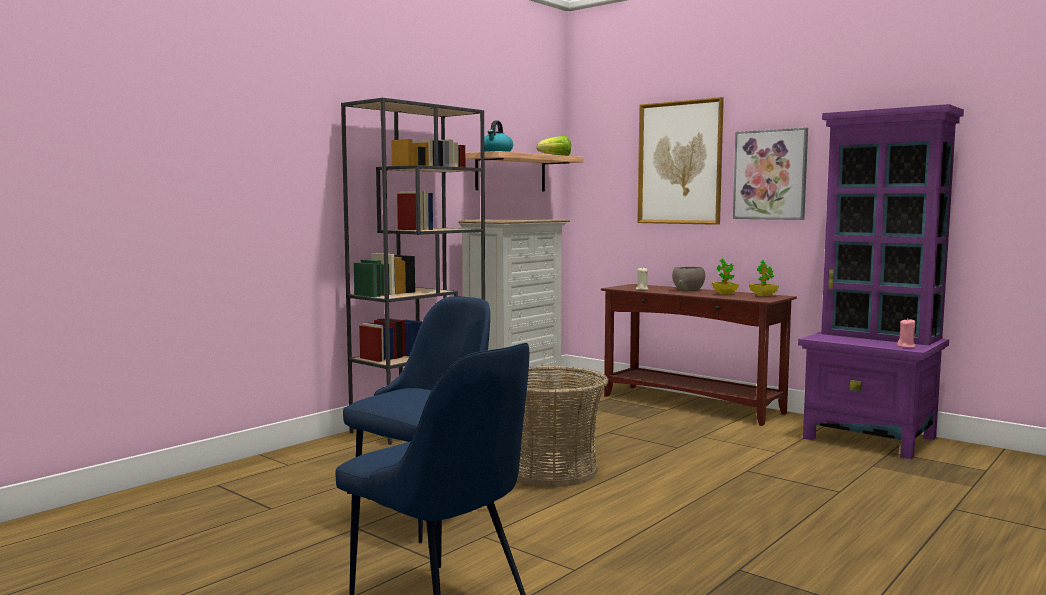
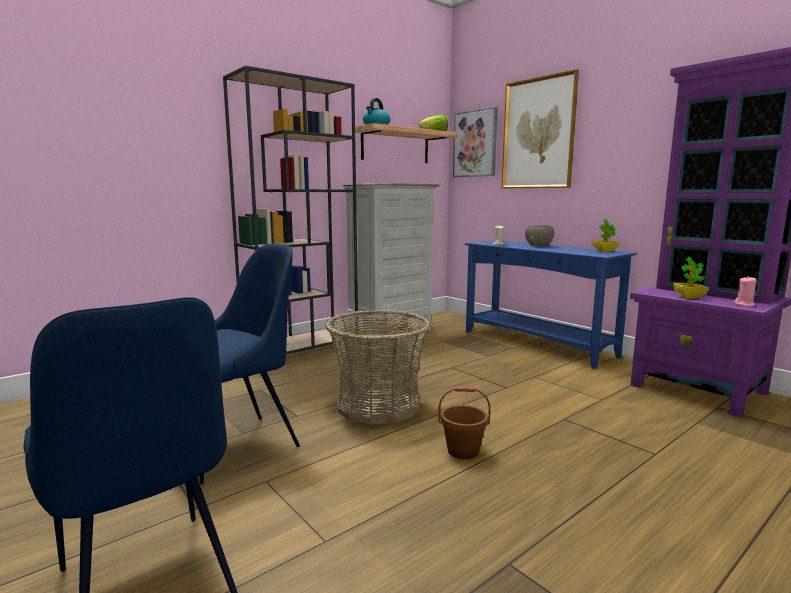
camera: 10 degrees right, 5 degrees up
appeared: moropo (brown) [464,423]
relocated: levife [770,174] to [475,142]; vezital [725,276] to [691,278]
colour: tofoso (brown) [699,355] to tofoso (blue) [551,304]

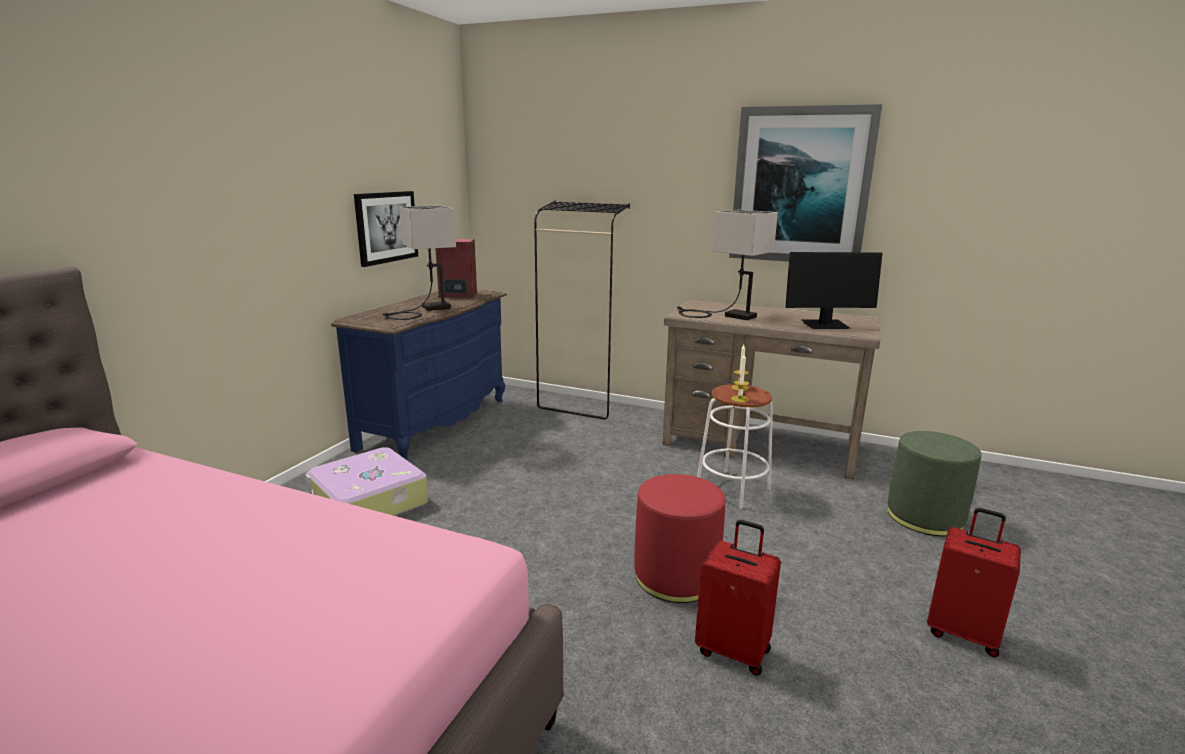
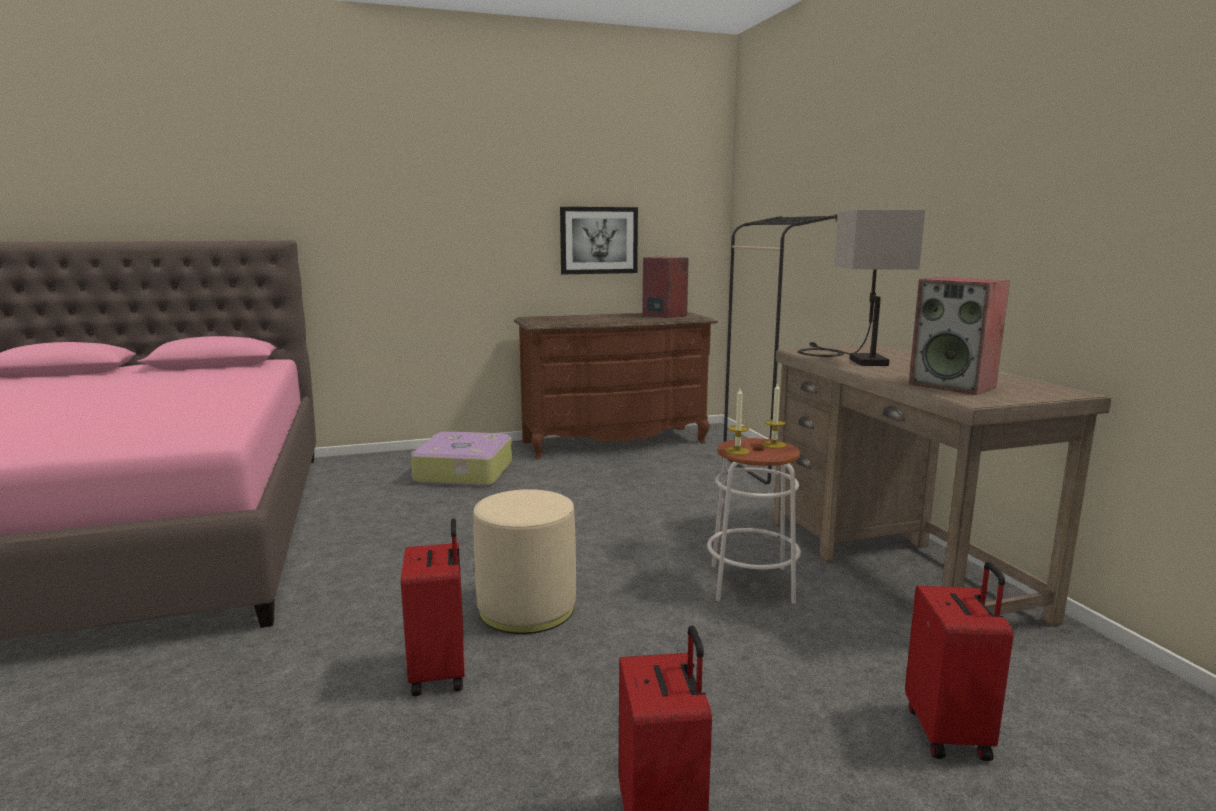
camera: 50 degrees right, 5 degrees down
missing: levife [805,183]; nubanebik [419,263]
exchanged: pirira [834,290] to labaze [959,336]; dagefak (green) [934,483] to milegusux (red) [959,661]
colour: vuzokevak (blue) [419,375] to vuzokevak (brown) [616,385]; dagefak (red) [679,538] to dagefak (beige) [524,561]

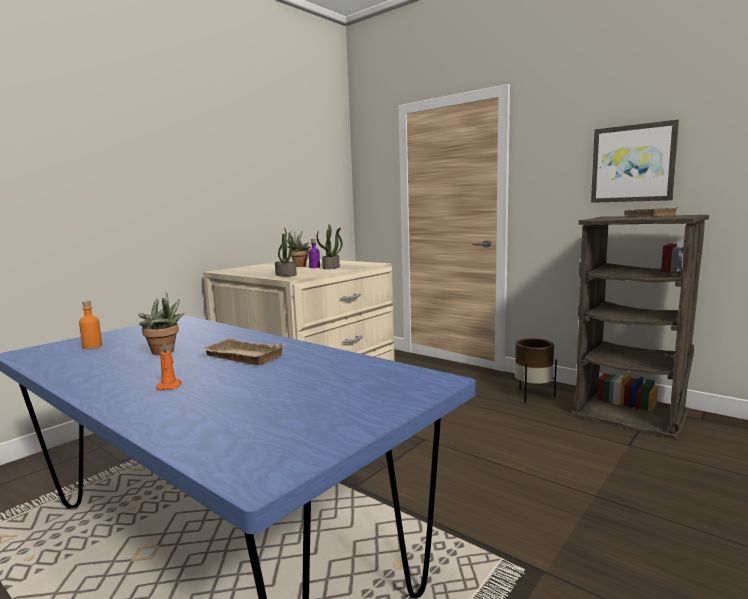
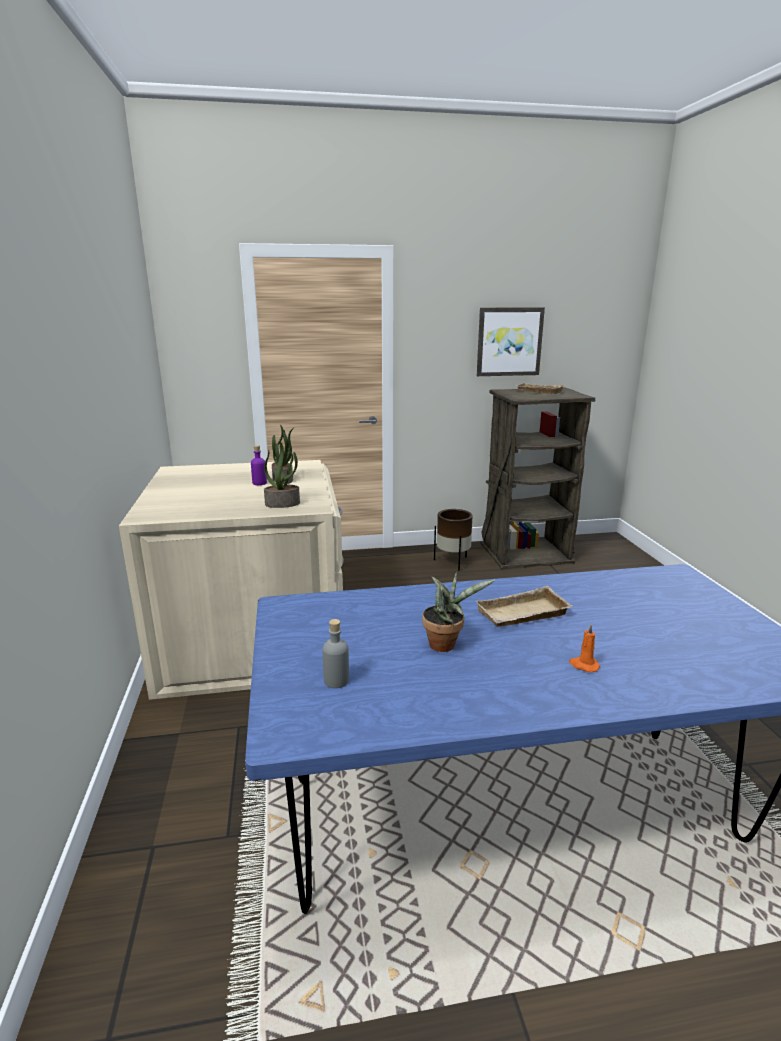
camera: 50 degrees left, 10 degrees up
missing: vezital [298,249]
colour: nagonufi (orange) [90,325] to nagonufi (grey) [336,653]

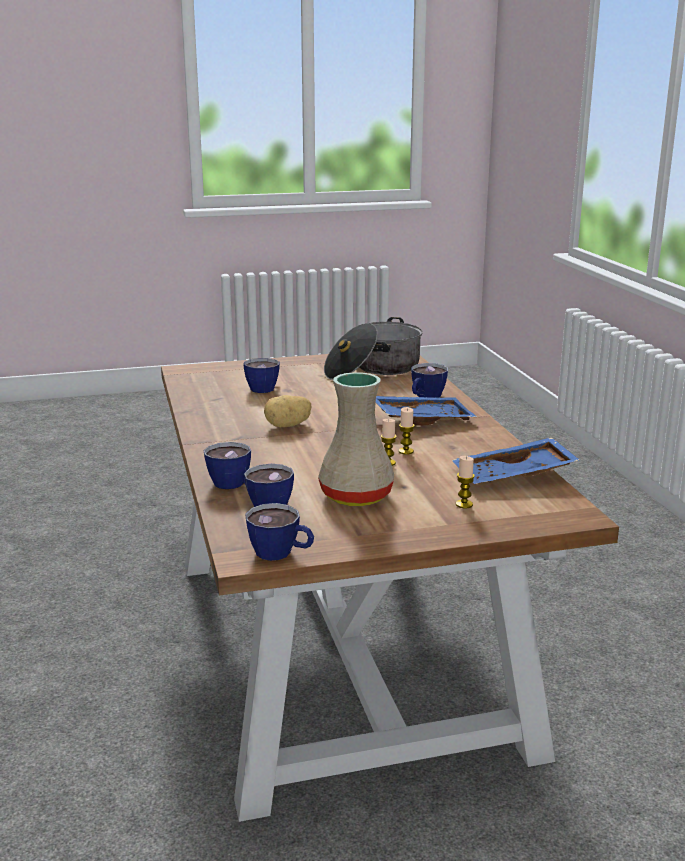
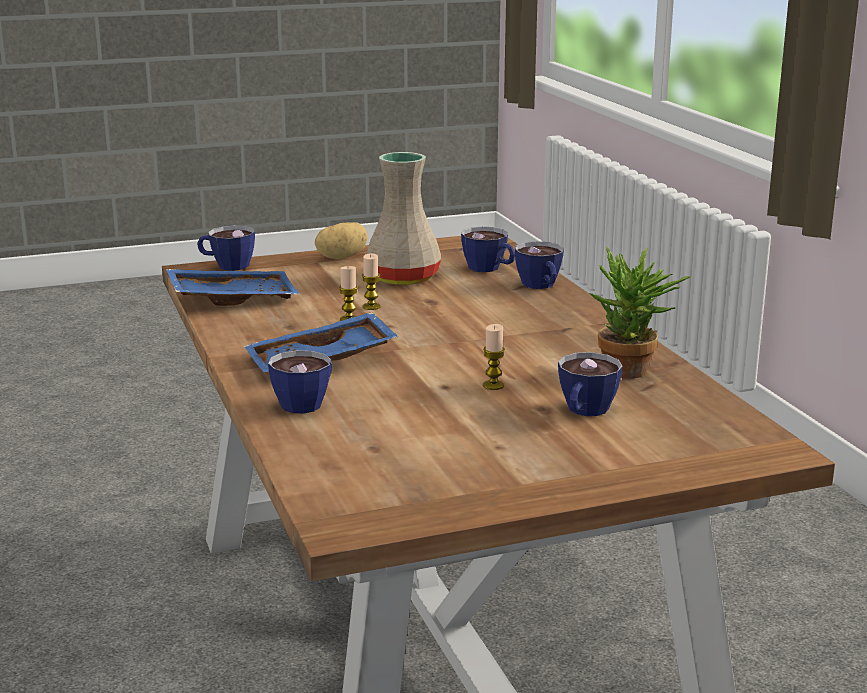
camera: 175 degrees right, 0 degrees up
missing: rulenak [373,348]
appeared: vezital [640,312]
relocated: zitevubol [288,411] to [341,240]; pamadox [465,482] to [494,357]; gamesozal [280,532] to [226,248]

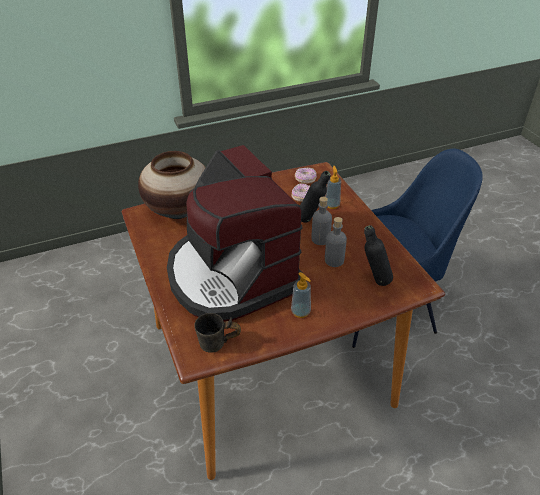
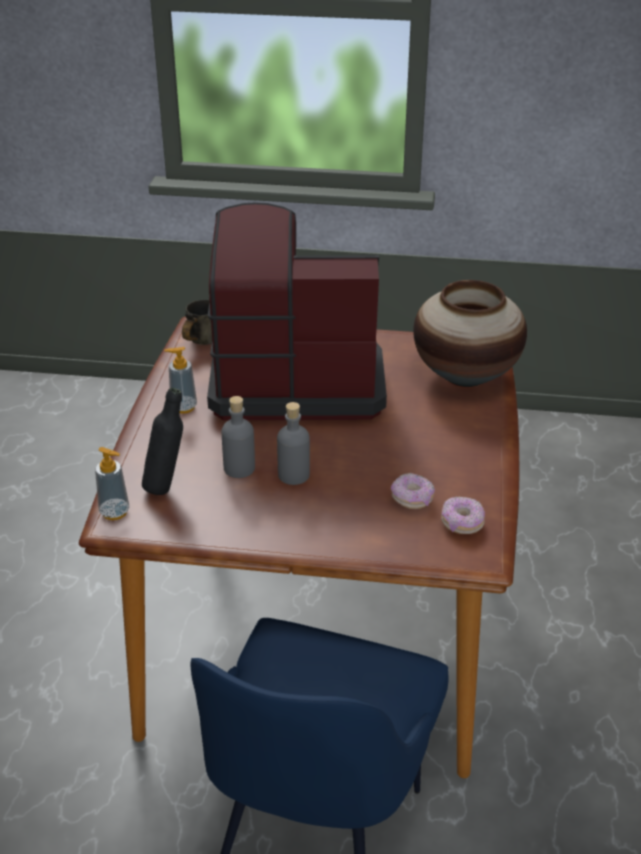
camera: 120 degrees right, 5 degrees down
missing: nagonufi (black) [315,197]
relocated: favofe [333,187] to [112,483]

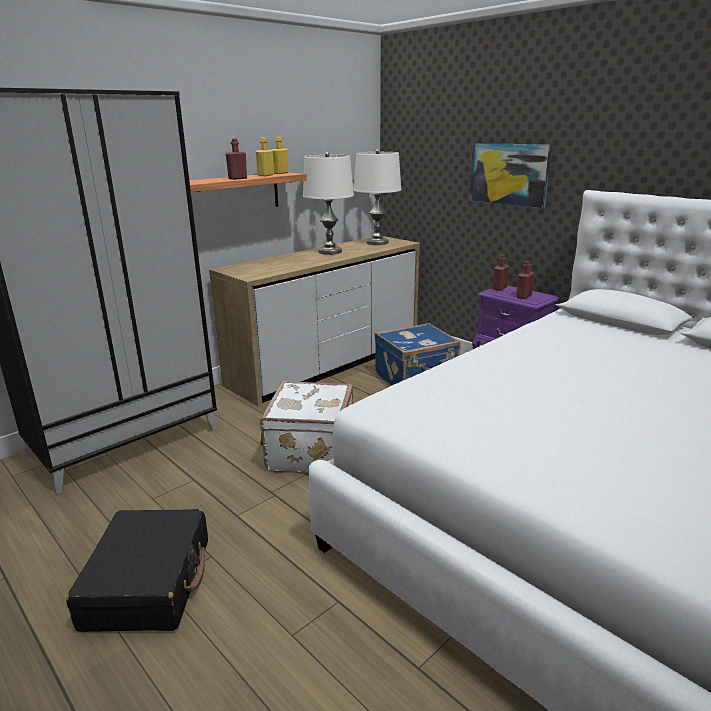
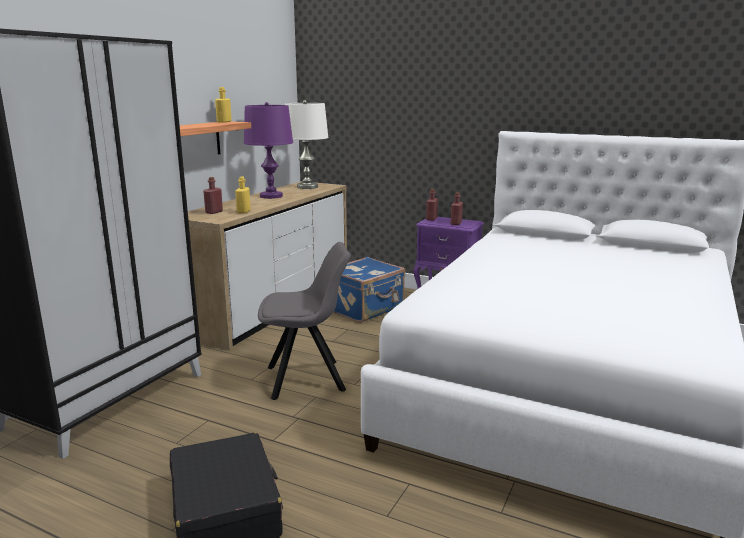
camera: 20 degrees left, 5 degrees down
missing: levife [510,175]
relocated: nagonufi (yellow) [265,156] to [243,195]; nagonufi (red) [236,159] to [213,195]
exchanged: milegusux (white) [306,427] to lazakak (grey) [304,321]
colour: nubanebik (white) [328,203] to nubanebik (purple) [268,150]

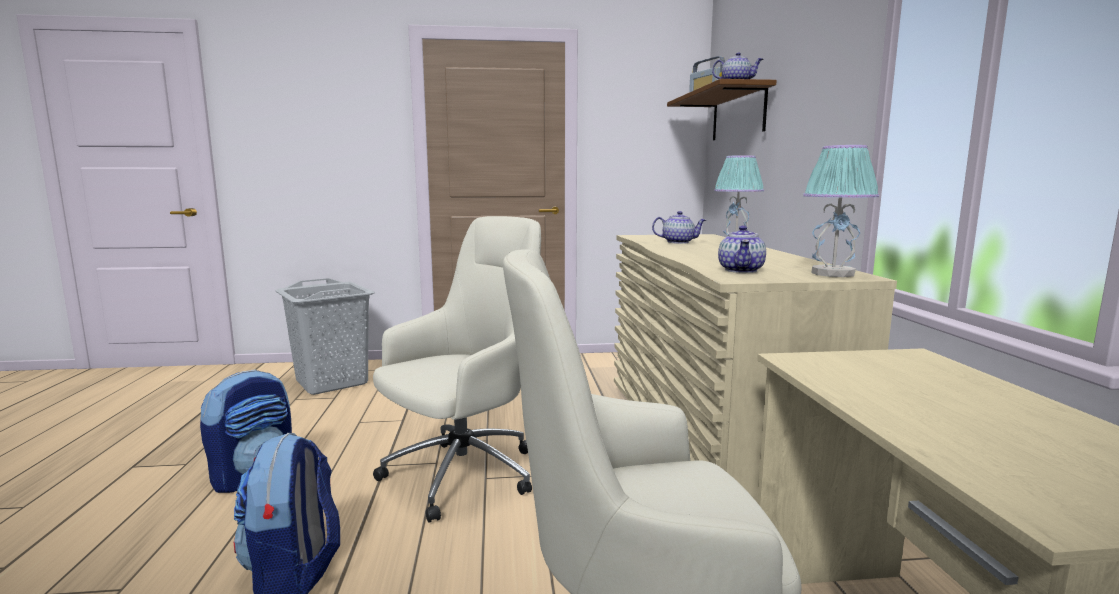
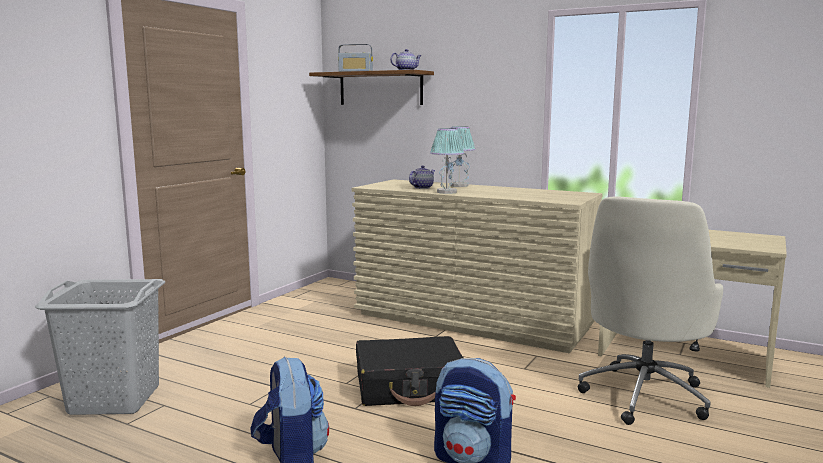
camera: 55 degrees left, 0 degrees up
missing: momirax [742,249]
relocated: nubanebik [841,211] to [447,161]
exchanged: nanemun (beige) [457,369] to milegusux (black) [409,371]

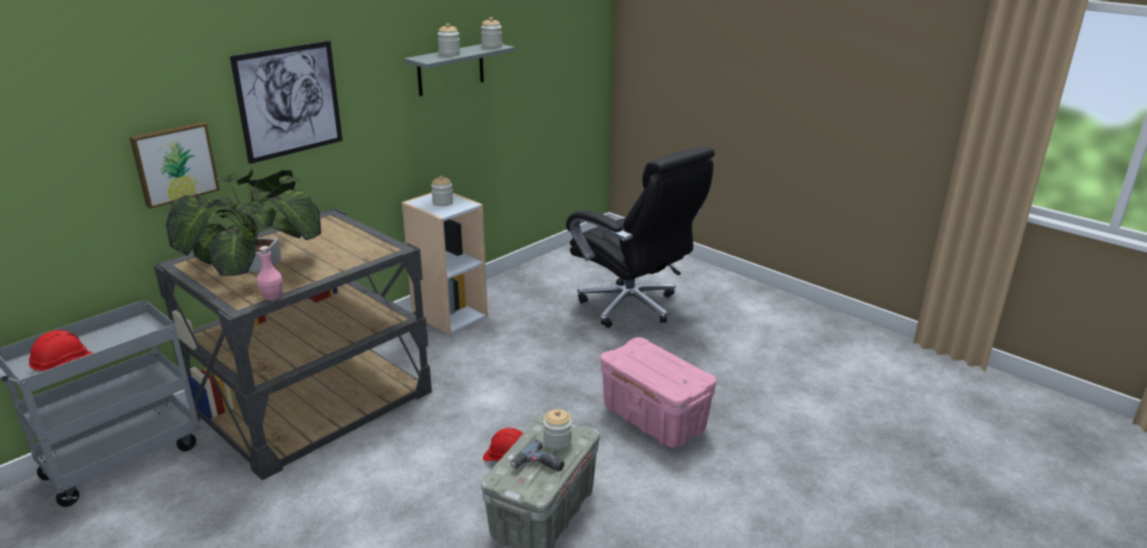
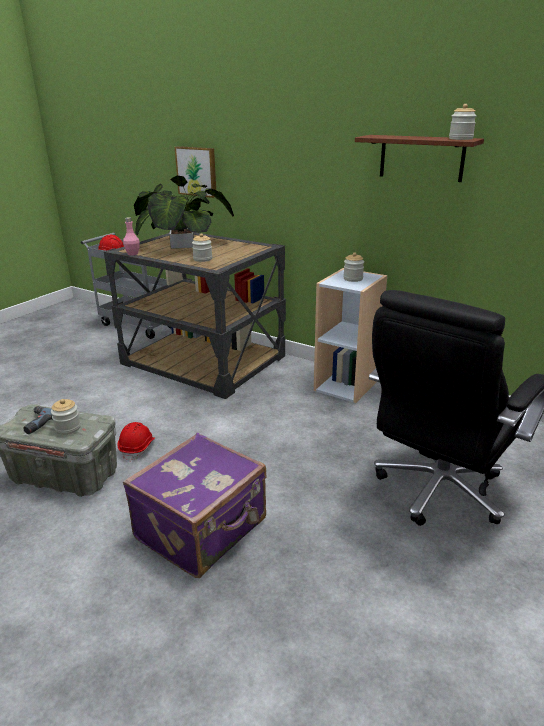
camera: 80 degrees right, 0 degrees up
missing: levife [286,102]
relocated: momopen [448,39] to [202,247]
exchanged: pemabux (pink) [658,392] to milegusux (purple) [195,505]
colour: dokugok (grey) [459,70] to dokugok (brown) [419,158]

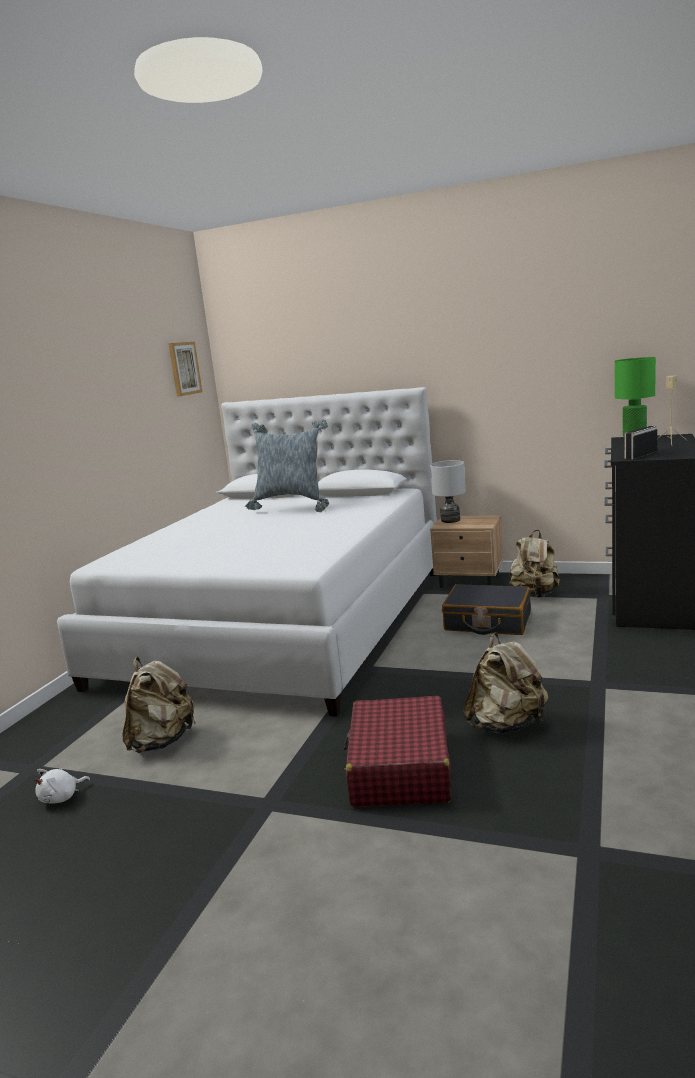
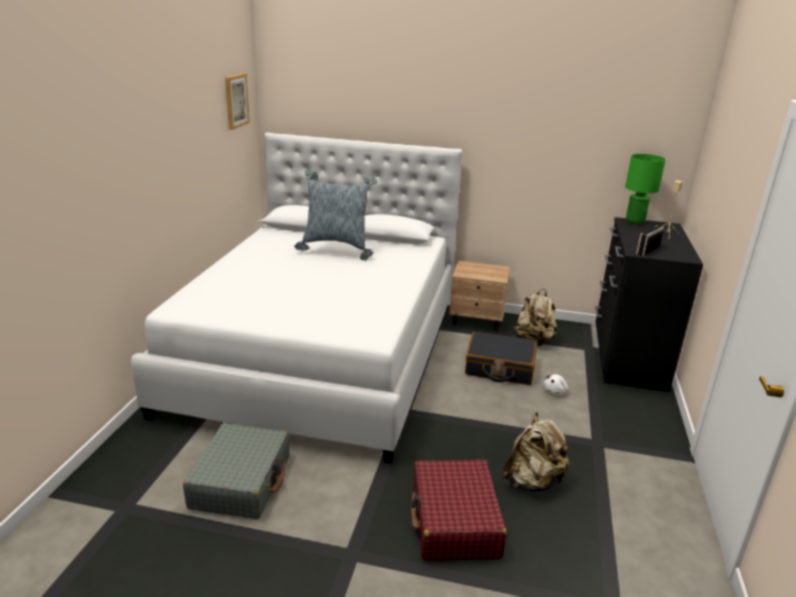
camera: 10 degrees left, 10 degrees up
missing: nubanebik (grey) [448,491]
relocated: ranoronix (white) [62,786] to [555,384]
exchanged: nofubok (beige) [159,705] to milegusux (grey) [236,471]

